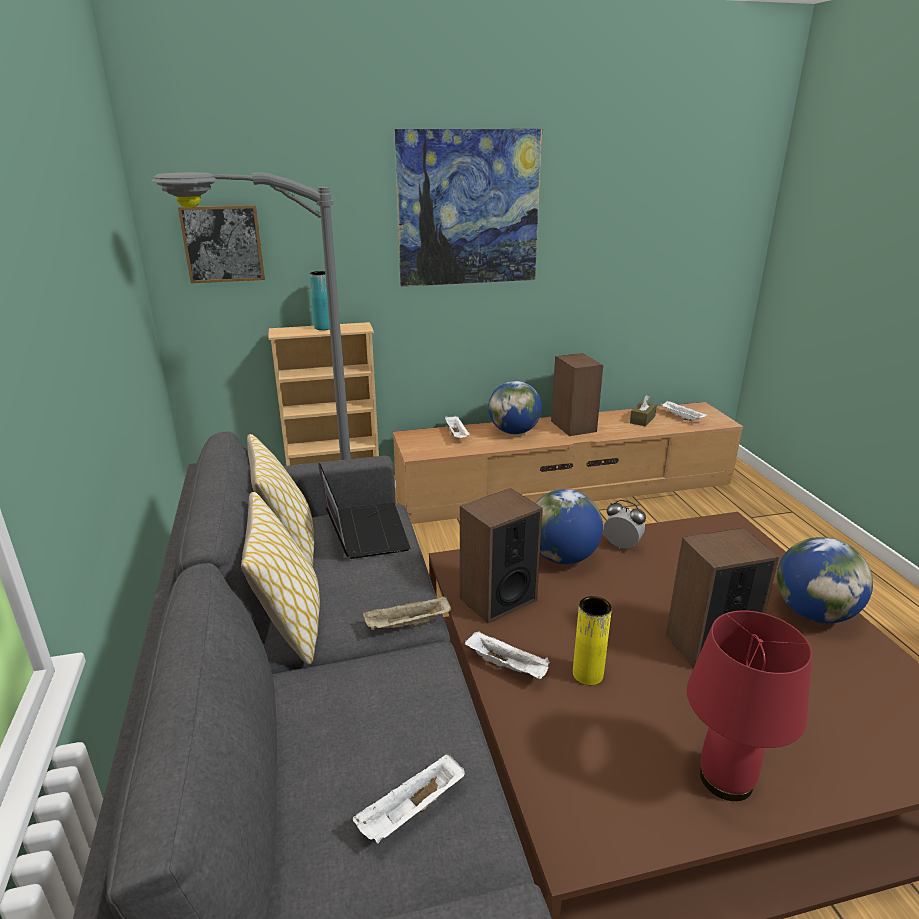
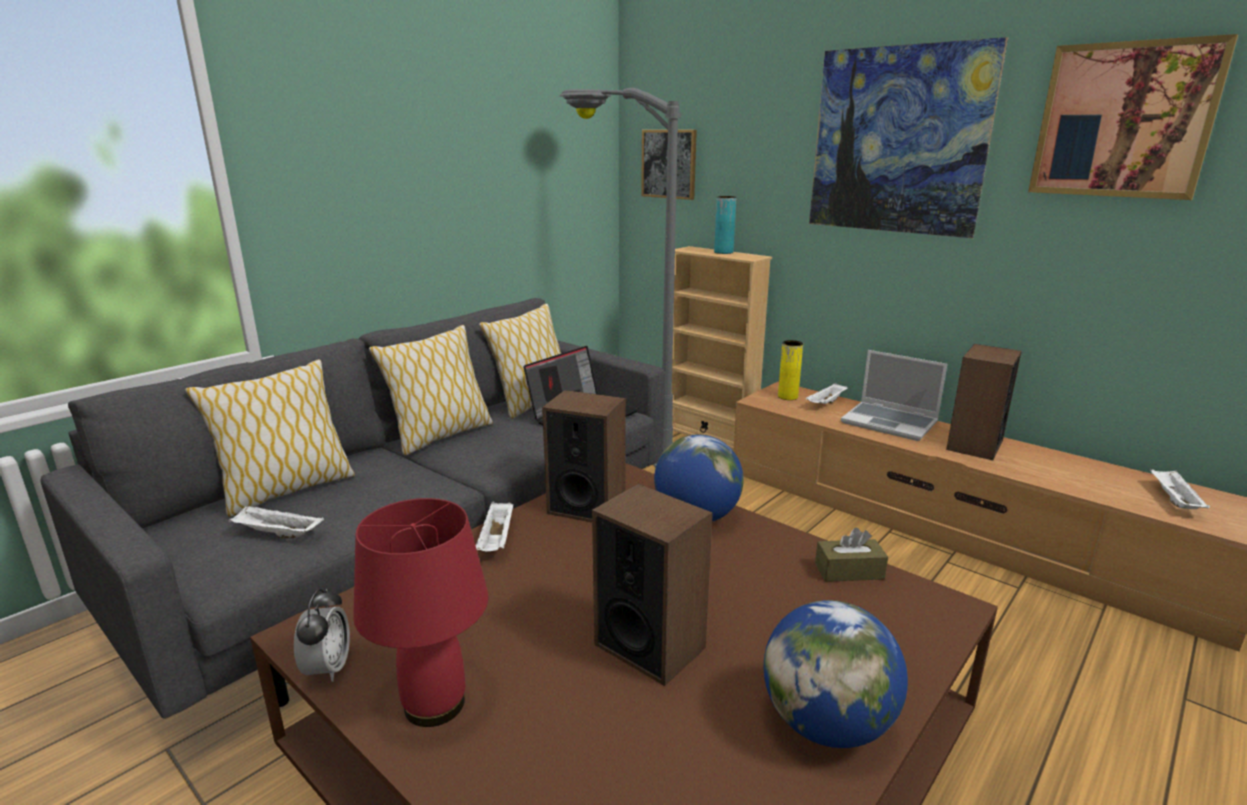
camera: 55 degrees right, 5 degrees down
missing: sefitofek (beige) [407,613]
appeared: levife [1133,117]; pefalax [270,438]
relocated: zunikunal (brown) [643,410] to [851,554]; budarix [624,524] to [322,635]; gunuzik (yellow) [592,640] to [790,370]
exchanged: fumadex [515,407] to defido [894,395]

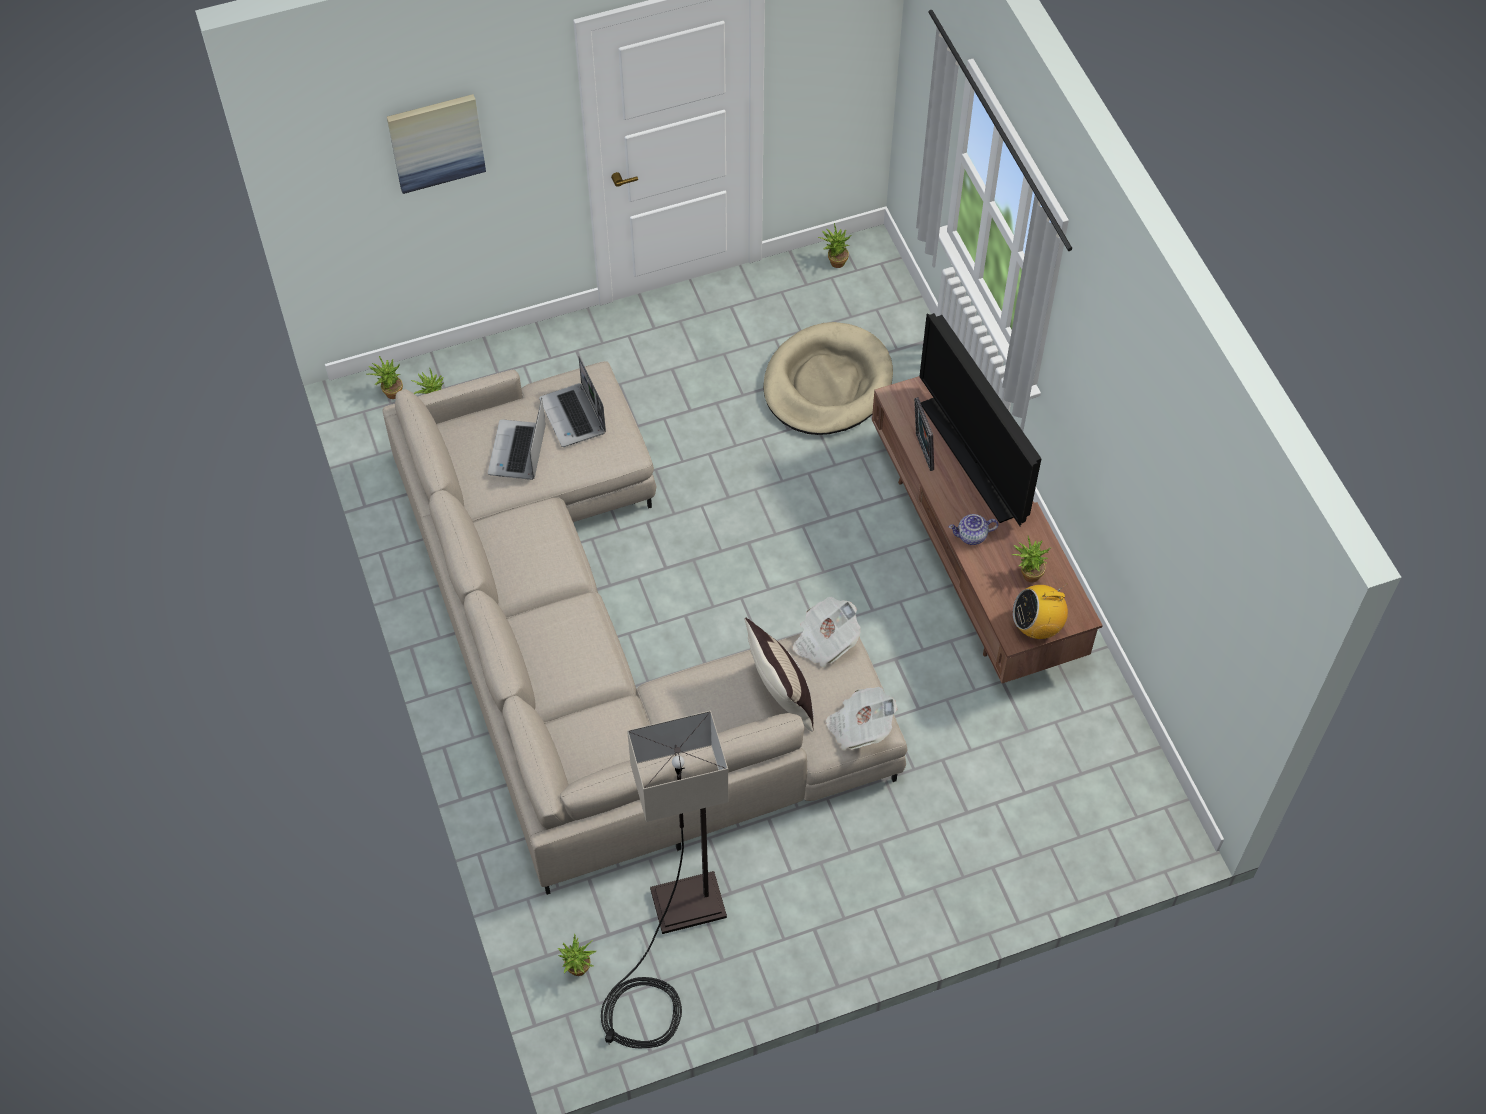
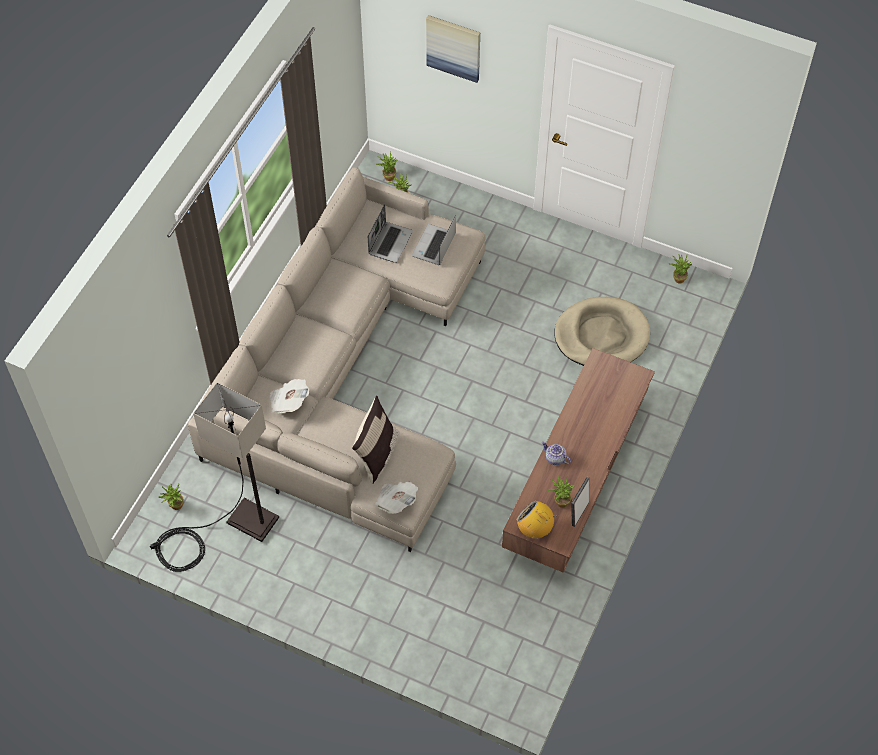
camera: 45 degrees right, 0 degrees up
missing: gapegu [980,419]
relocated: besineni [924,434] to [580,502]; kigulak [826,632] to [289,396]
spun: defido [517,439] = [390,233] 150 degrees clockwise

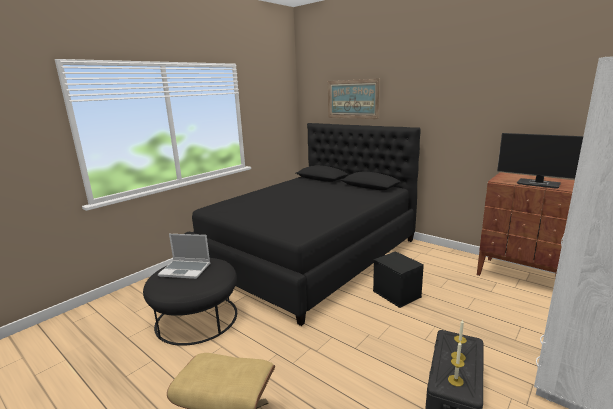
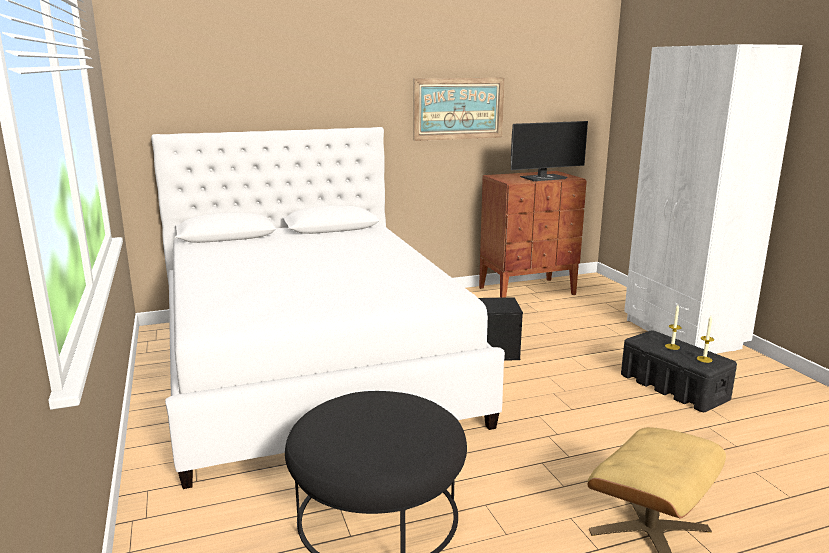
camera: 60 degrees left, 0 degrees up
missing: defido [184,256]
relocated: levife [354,99] to [459,109]
colour: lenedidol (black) [302,224] to lenedidol (white) [328,308]

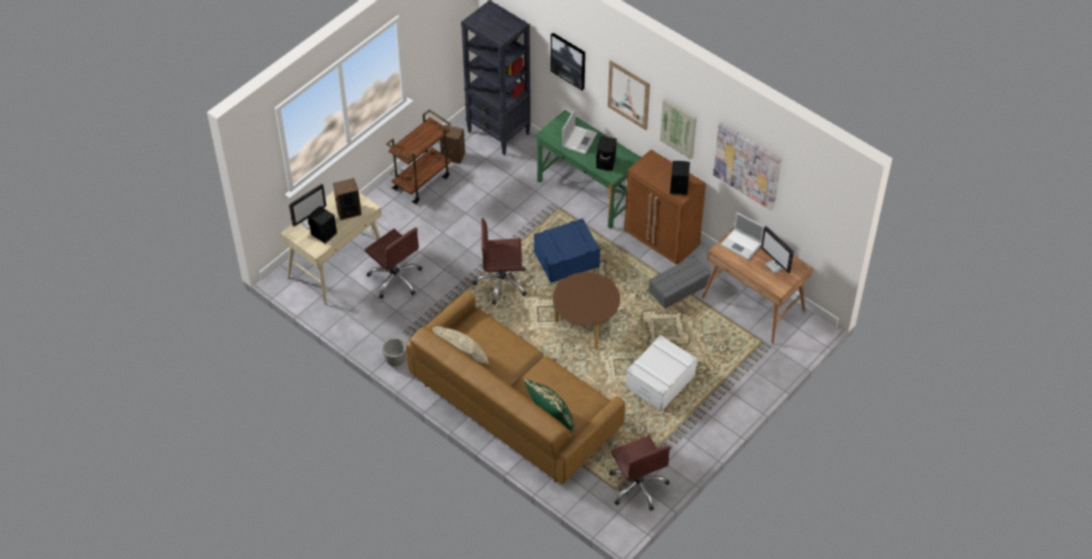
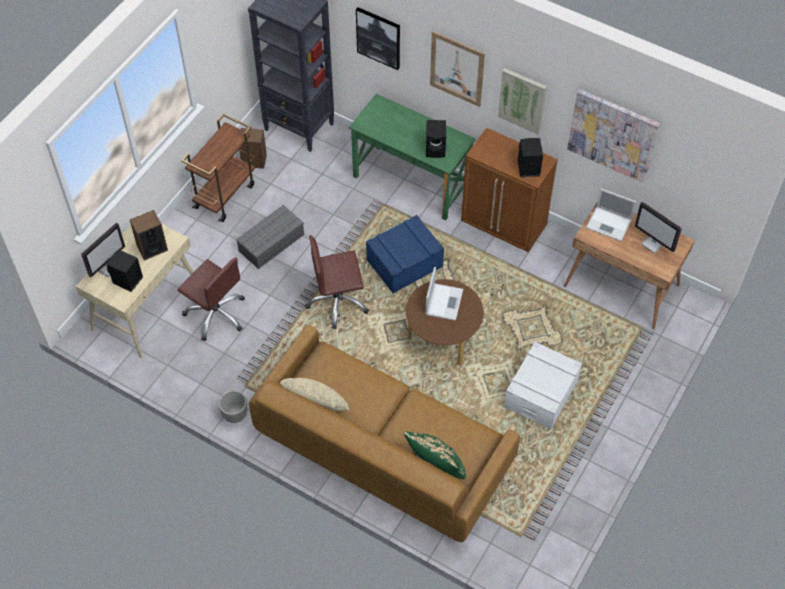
camera: 10 degrees left, 5 degrees up
missing: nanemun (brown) [639,473]
relocated: defido [579,131] to [444,294]; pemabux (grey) [680,282] to [270,237]

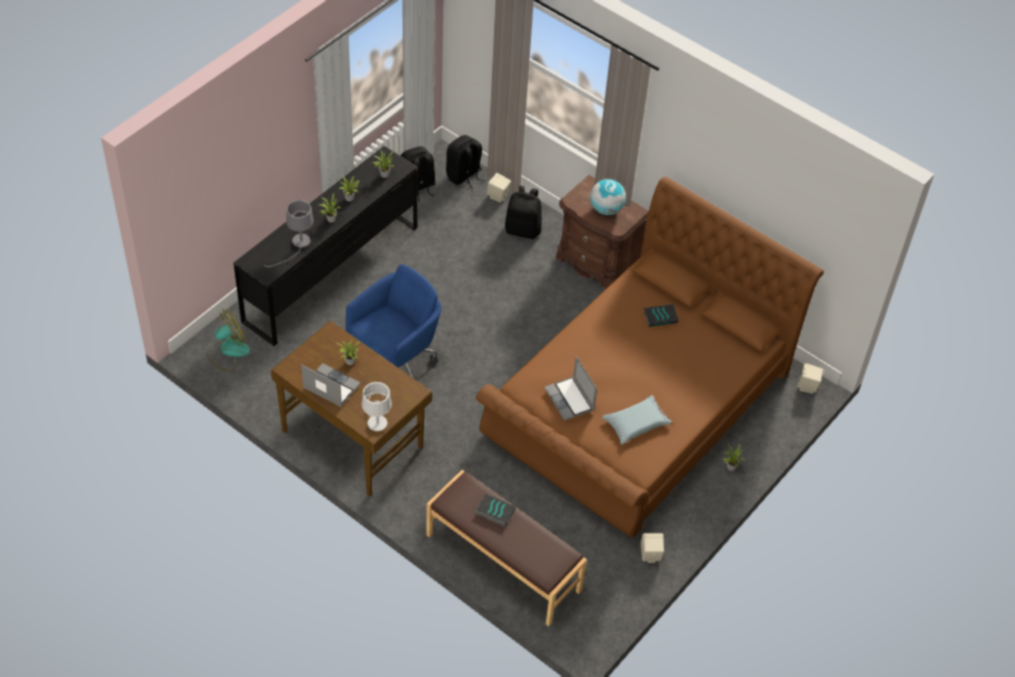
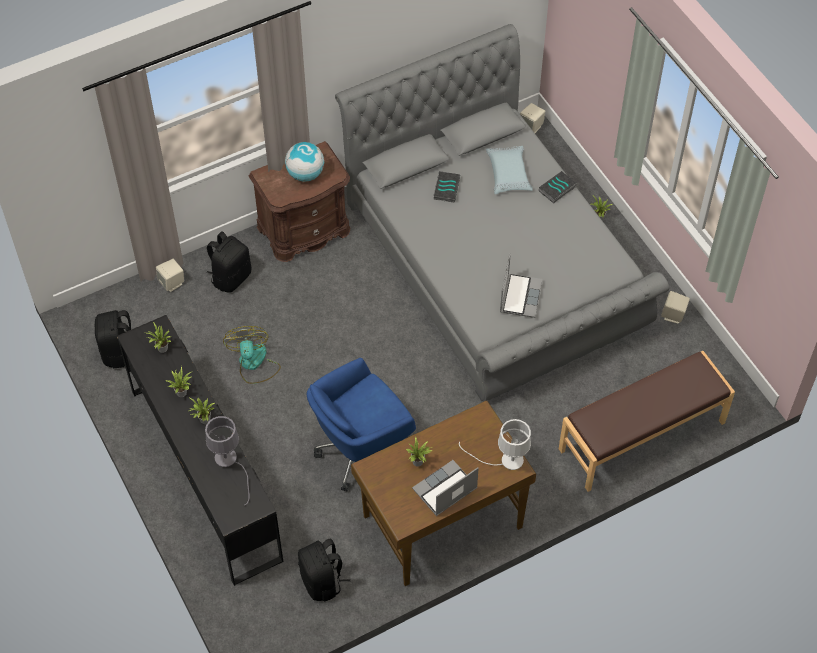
camera: 65 degrees left, 5 degrees up
relocated: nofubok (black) [465,162] to [324,570]; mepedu [228,340] to [252,355]; pefalax (blue) [637,420] to [509,170]; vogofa [495,510] to [558,187]
colour: lenedidol (brown) [650,357] to lenedidol (grey) [502,213]
spun: nanemun (blue) [393,321] = [361,424] 105 degrees counterclockwise; defido [570,388] = [521,285] 75 degrees counterclockwise

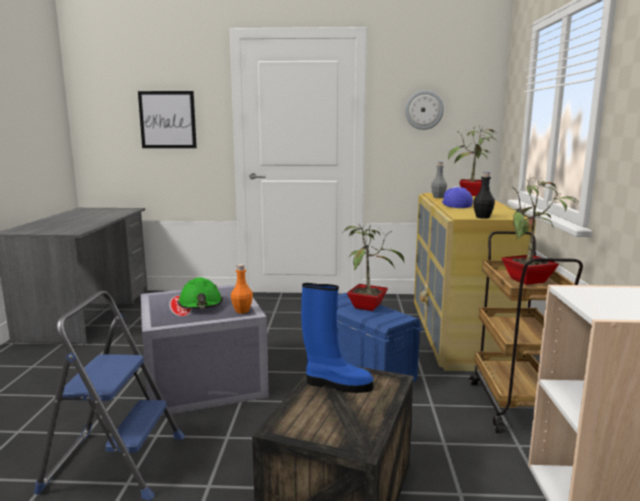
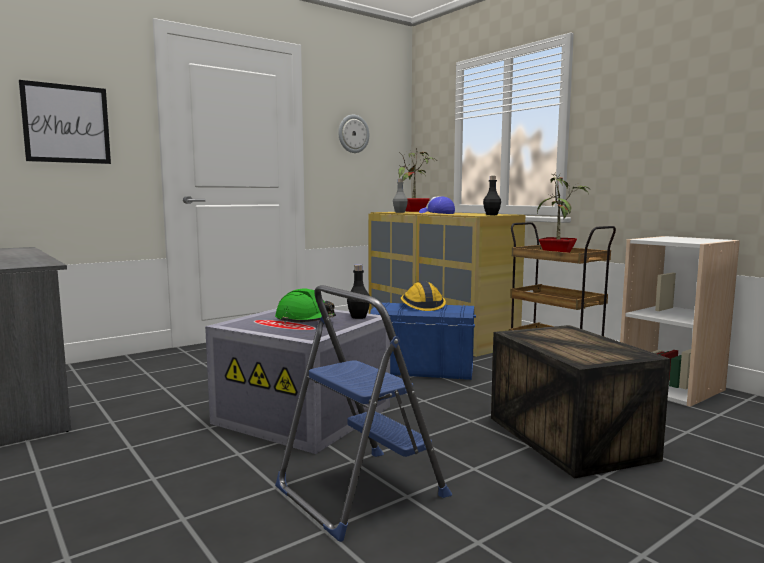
camera: 40 degrees left, 5 degrees down
missing: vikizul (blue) [337,338]
exchanged: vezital [373,266] to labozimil [423,296]
colour: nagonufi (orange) [242,289] to nagonufi (black) [358,291]

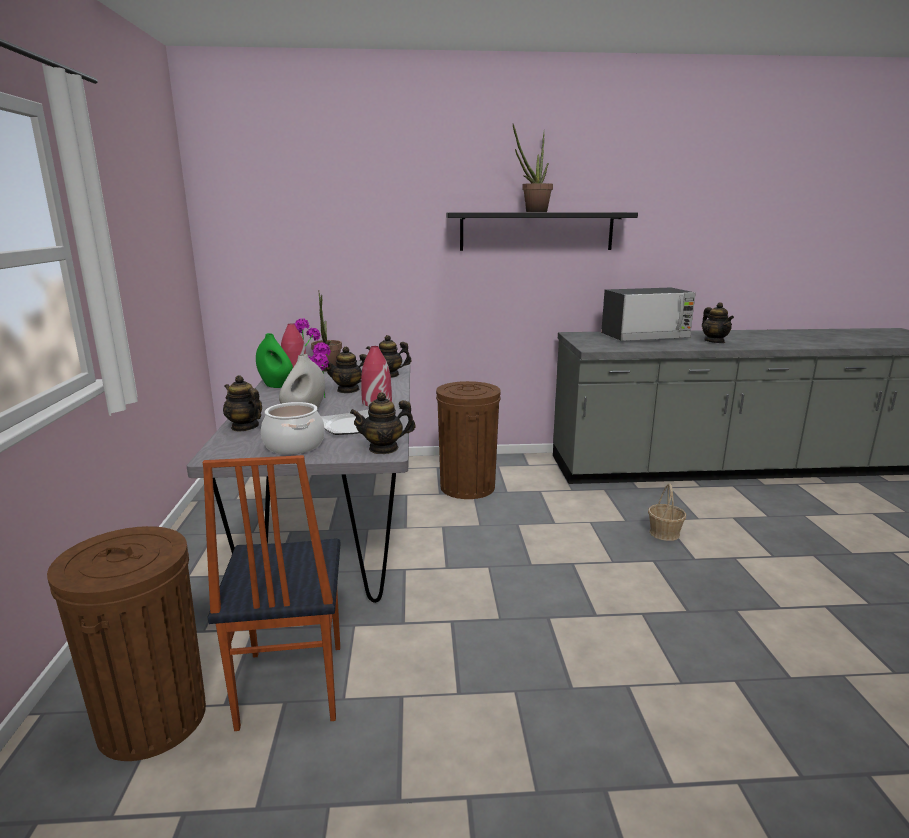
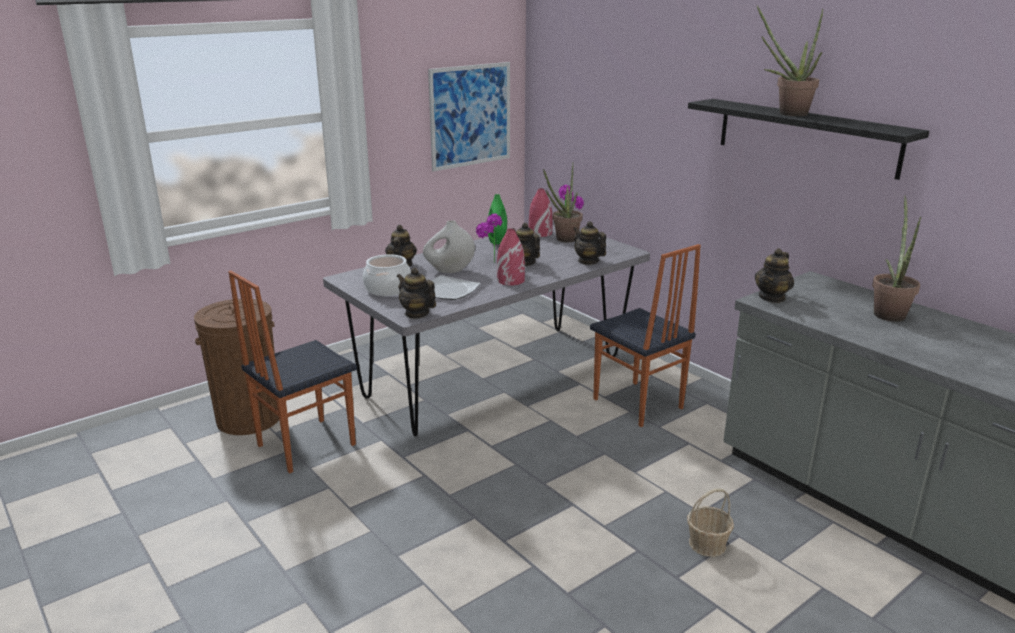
camera: 55 degrees right, 5 degrees up
appeared: levife [469,116]
relocated: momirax [718,322] to [774,275]
exchanged: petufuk [648,314] to vezital [896,259]; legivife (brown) [468,440] to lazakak [645,335]

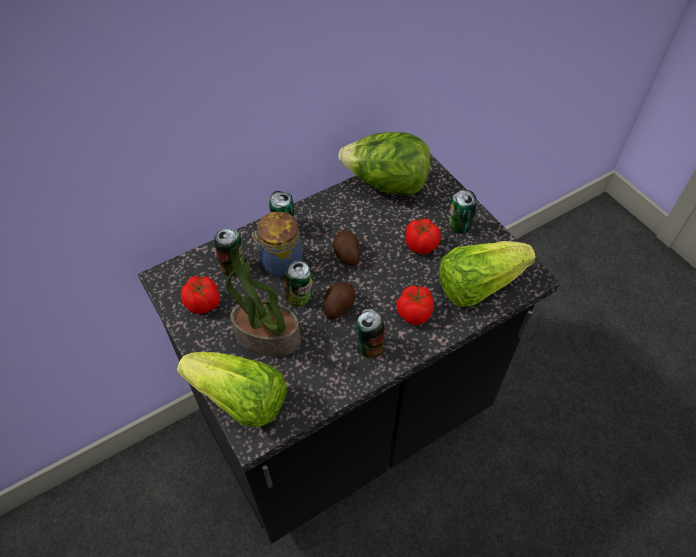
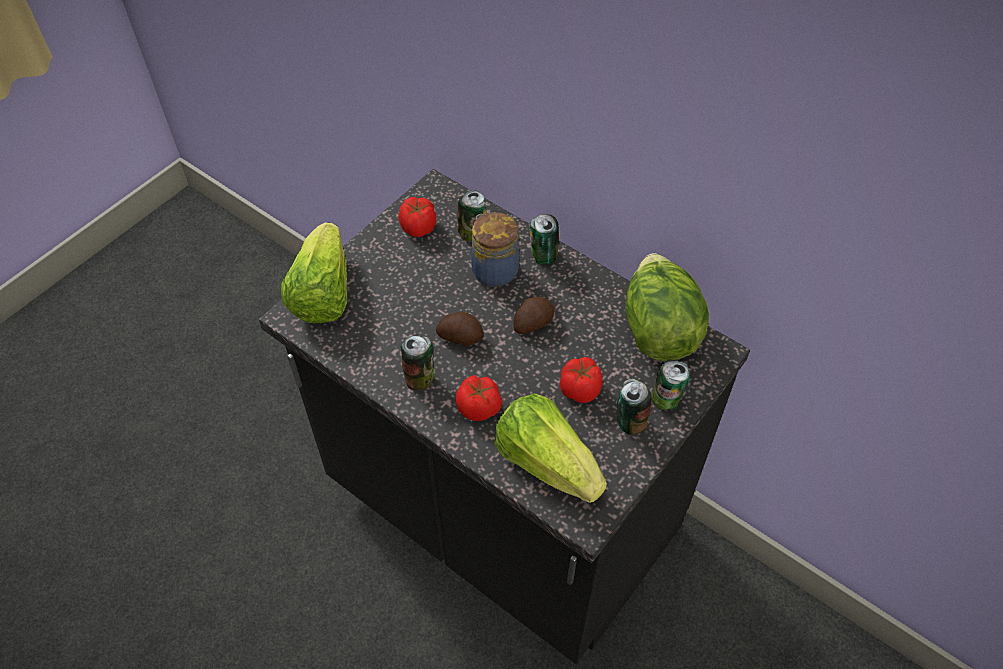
camera: 70 degrees right, 0 degrees up
missing: vezital [263,302]
relocated: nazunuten [298,284] to [670,385]

